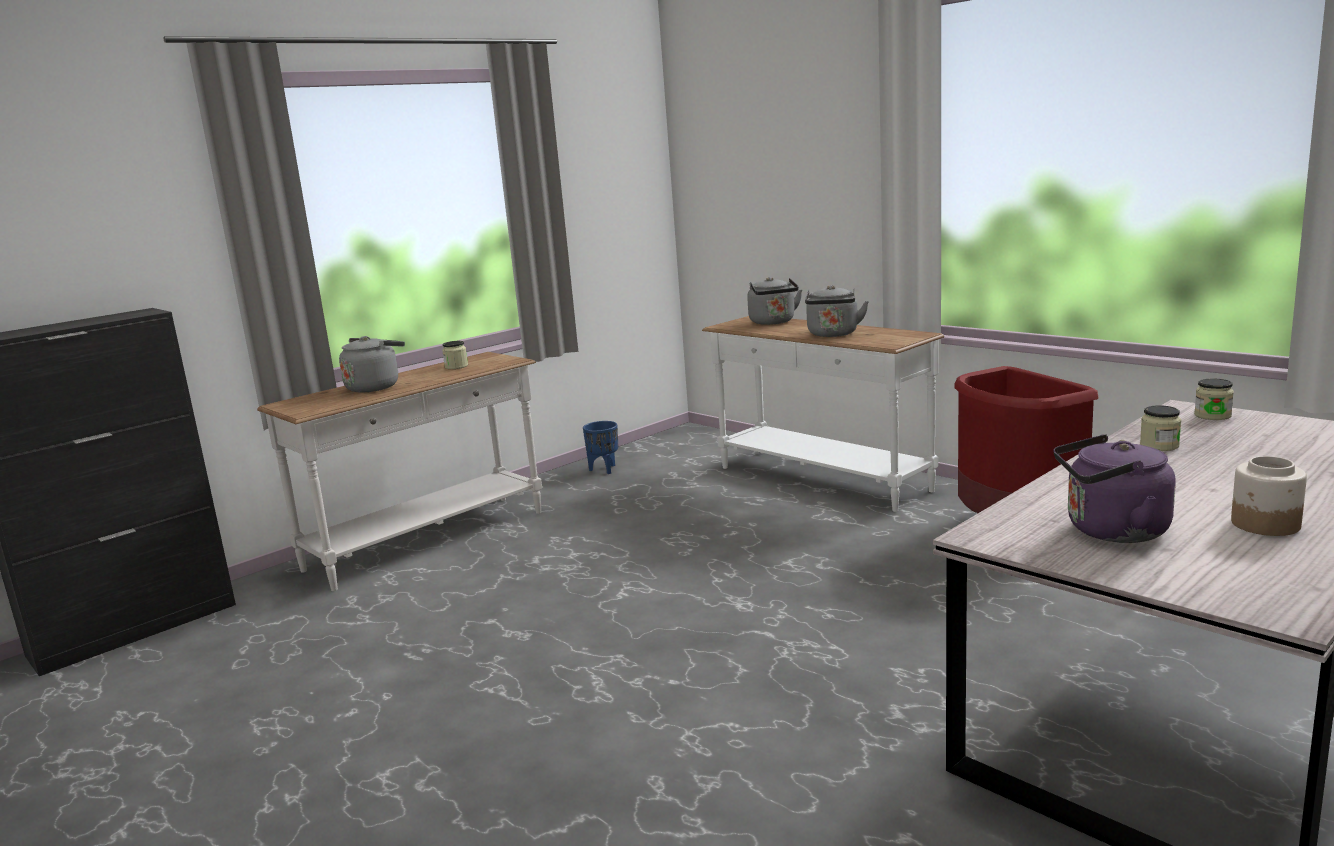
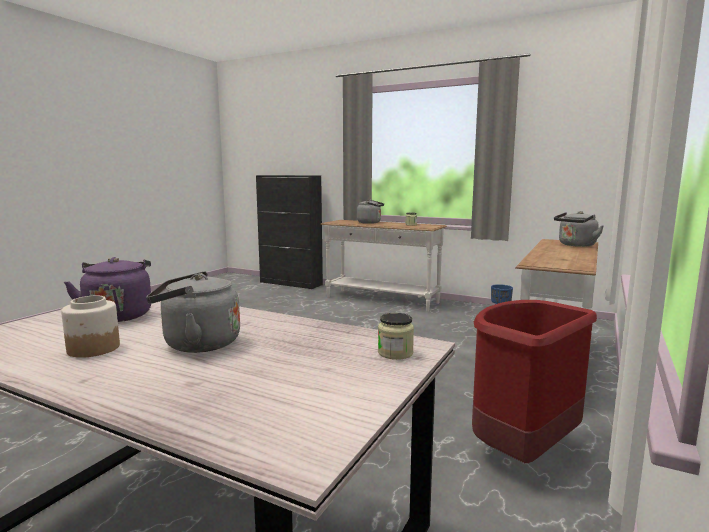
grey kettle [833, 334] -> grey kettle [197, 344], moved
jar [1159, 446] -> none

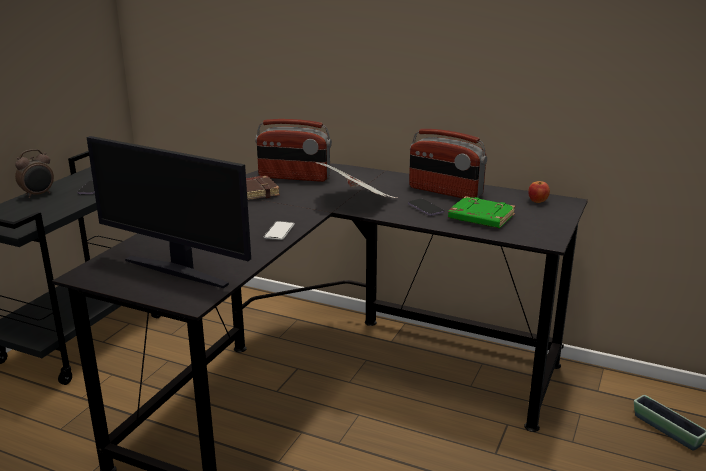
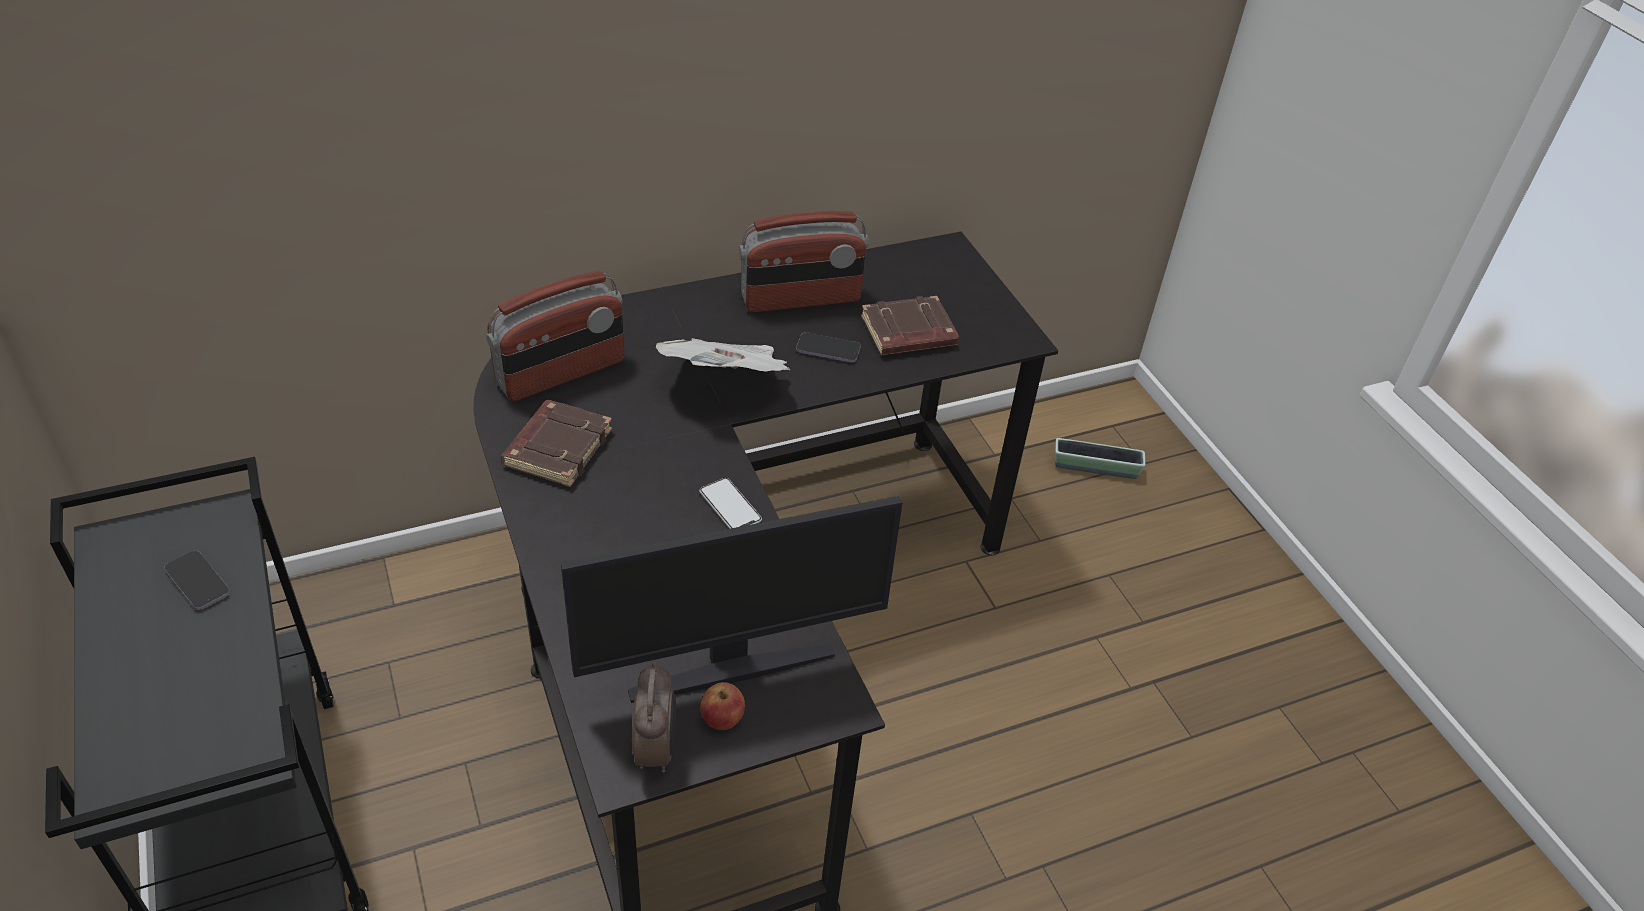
alarm clock [38, 195] -> alarm clock [656, 750], moved
apple [538, 201] -> apple [722, 719], moved
green book [480, 218] -> brown book [908, 333]

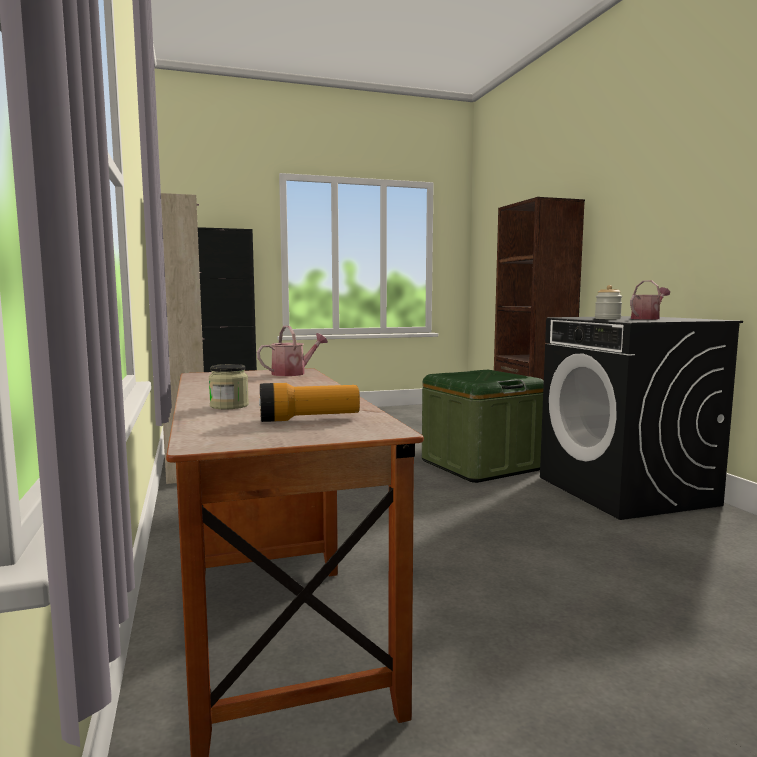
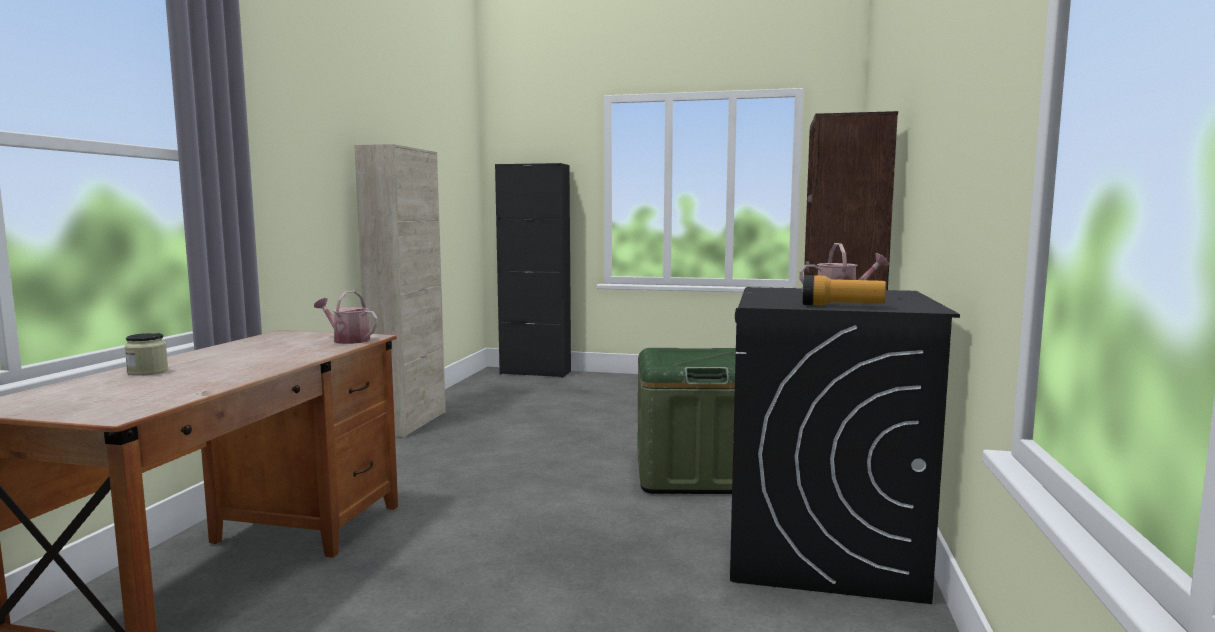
watering can [293, 373] -> watering can [348, 340], 150 degrees counterclockwise
flashlight [309, 419] -> flashlight [842, 306], moved
jar [607, 319] -> none

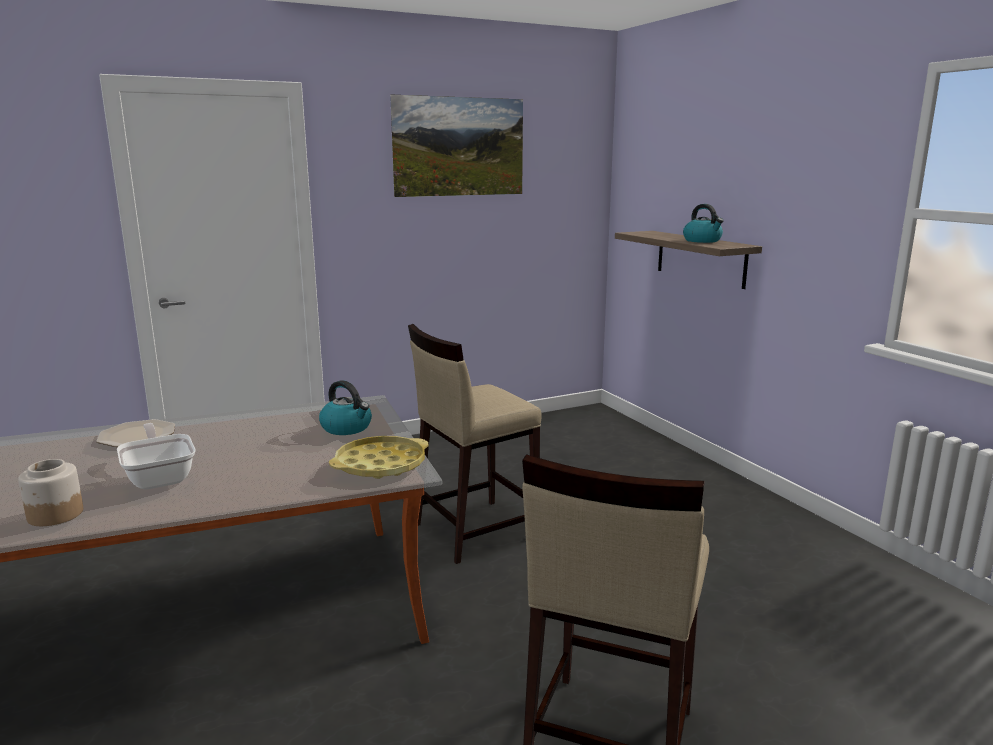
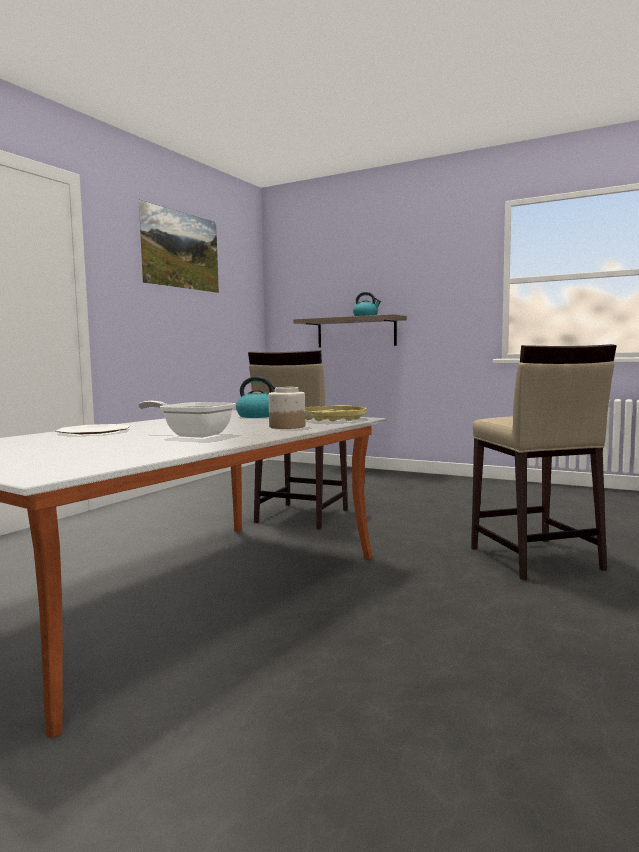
jar [55, 514] -> jar [286, 427], moved

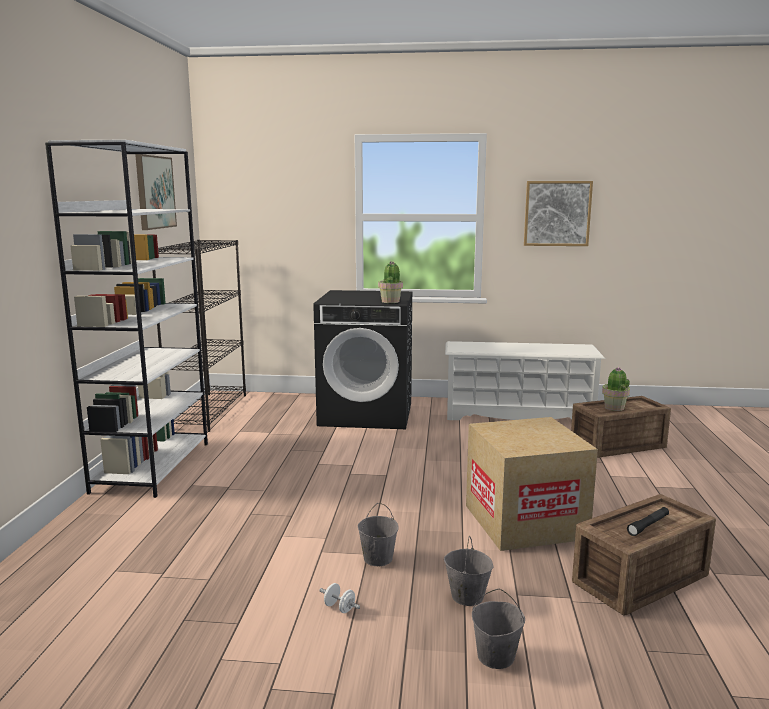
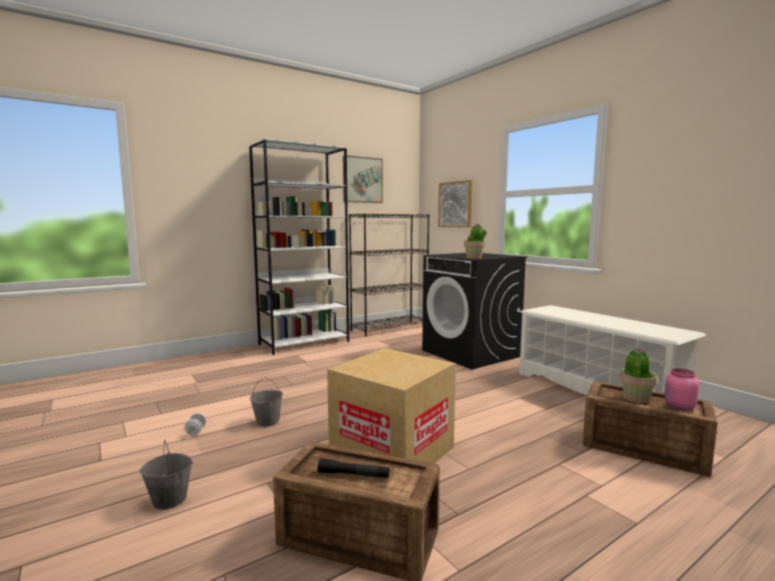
picture [557, 213] -> picture [455, 204], moved
none -> pink jar [678, 407]
grey bucket [466, 596] -> none

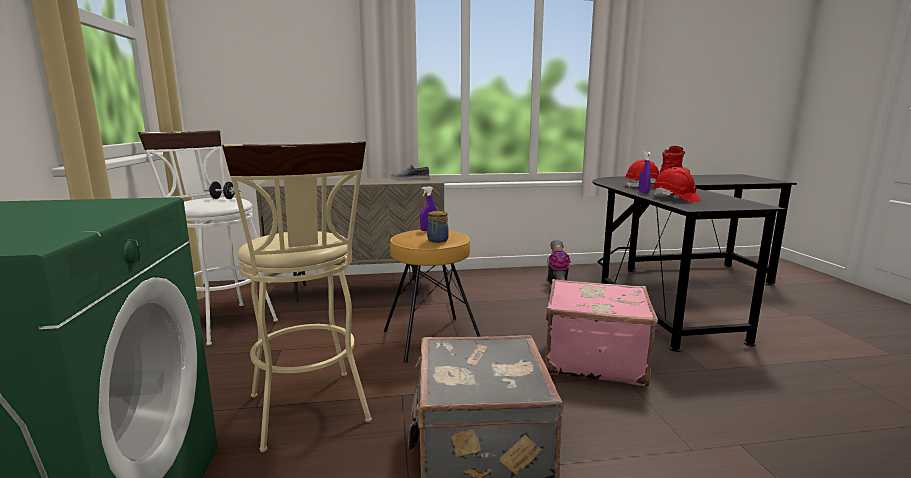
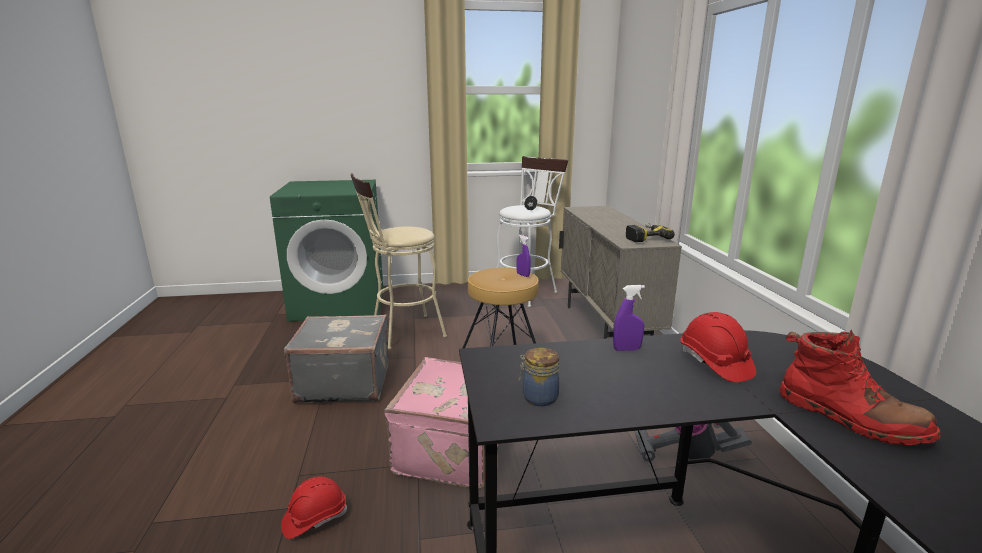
red hard hat [675, 198] -> red hard hat [314, 518], moved
jar [437, 240] -> jar [538, 397], moved
grey shoe [410, 178] -> power drill [644, 237]

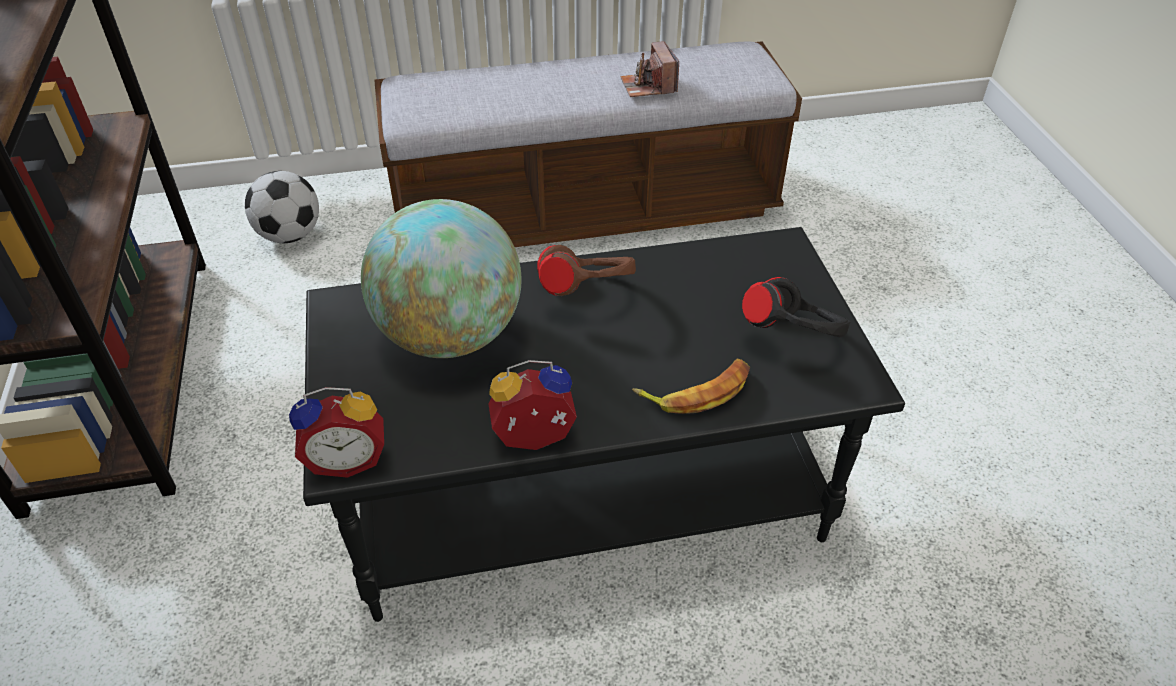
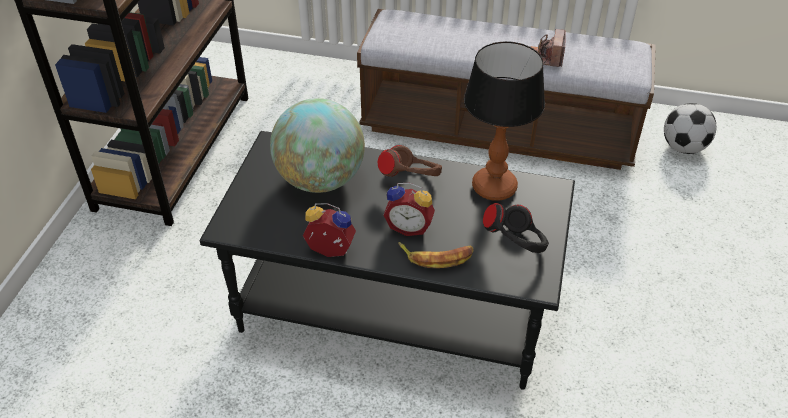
alarm clock [347, 459] -> alarm clock [409, 227], moved
none -> table lamp [494, 186]
football [290, 235] -> football [683, 147], moved

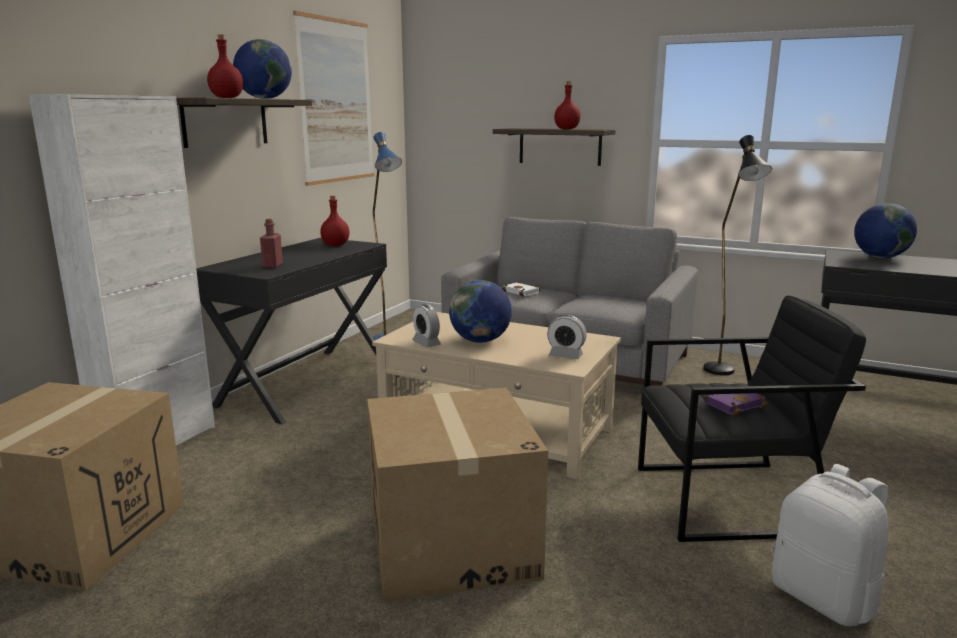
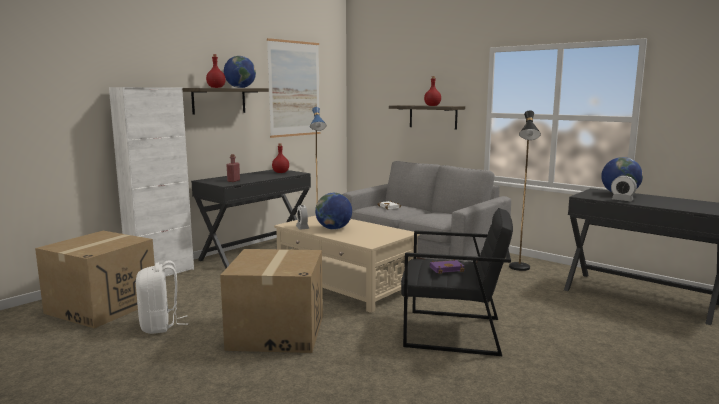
white backpack [824, 598] -> white backpack [160, 325], moved
alarm clock [566, 355] -> alarm clock [622, 200], moved

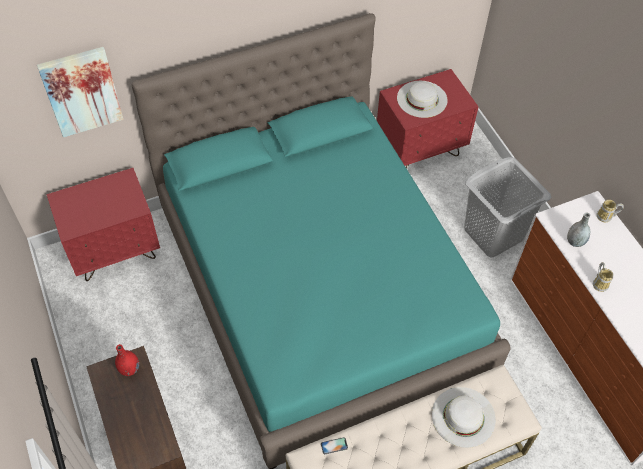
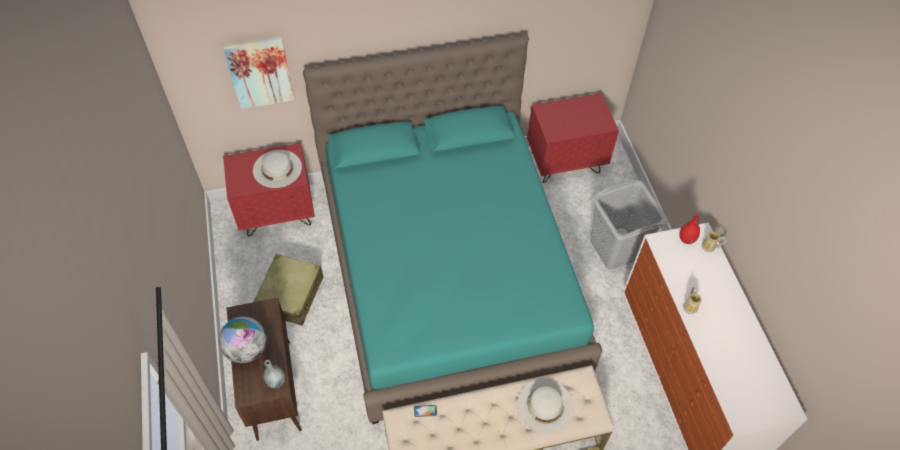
none -> globe [247, 349]
white hat [422, 99] -> white hat [277, 168], moved
none -> beige suitcase [291, 295]
grey vase [575, 242] -> grey vase [276, 382], moved
red vase [129, 369] -> red vase [686, 239], moved

